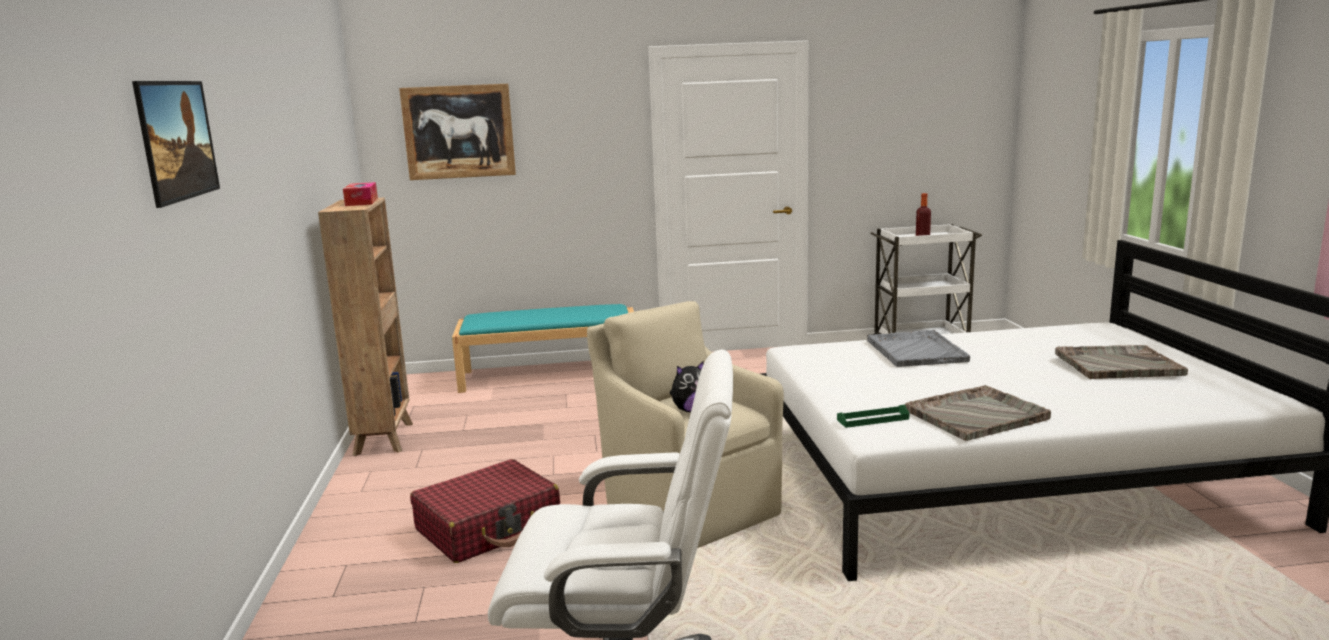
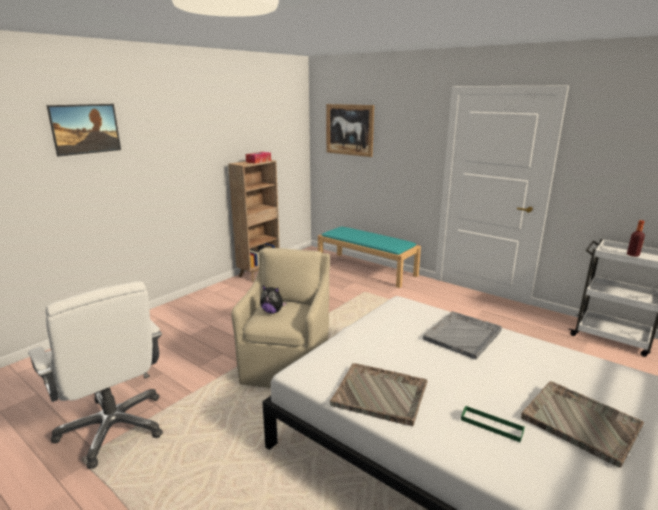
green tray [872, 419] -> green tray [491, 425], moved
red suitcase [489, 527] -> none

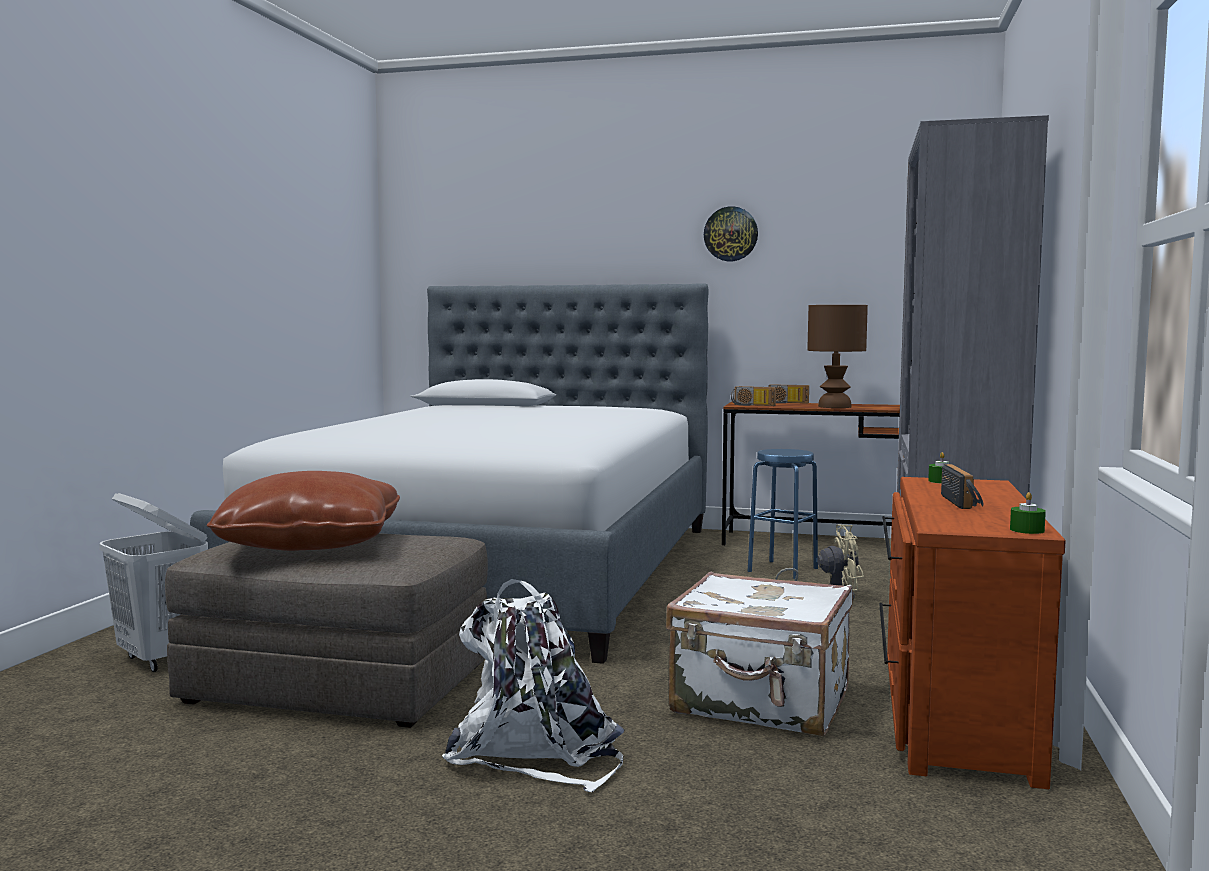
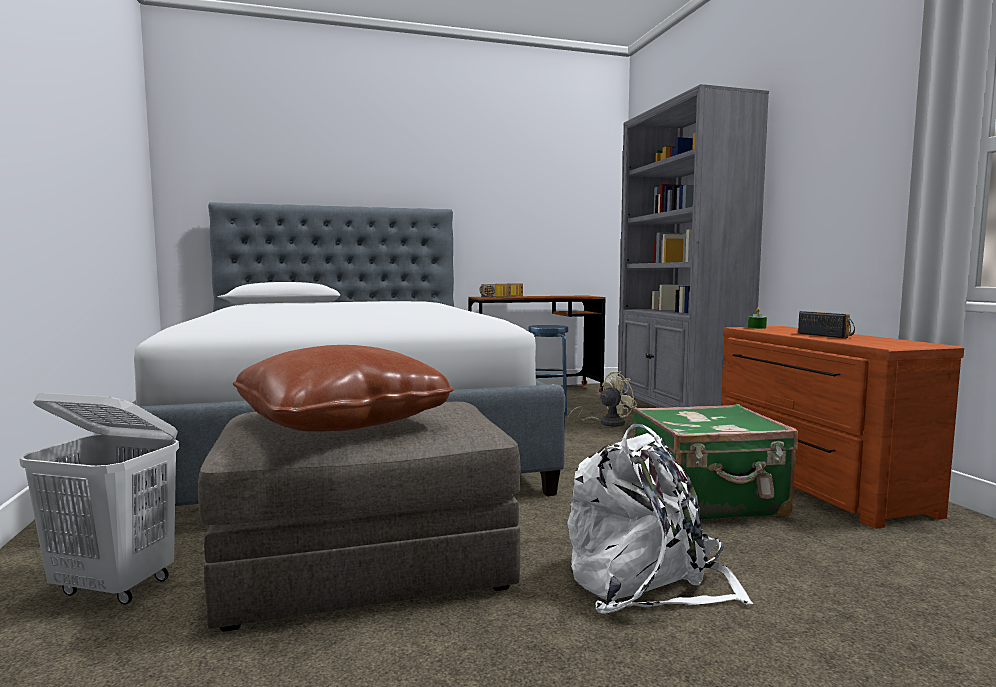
white suitcase [761, 704] -> green suitcase [708, 501]
wall clock [730, 234] -> none
brown table lamp [835, 406] -> none
green candle [1027, 530] -> none

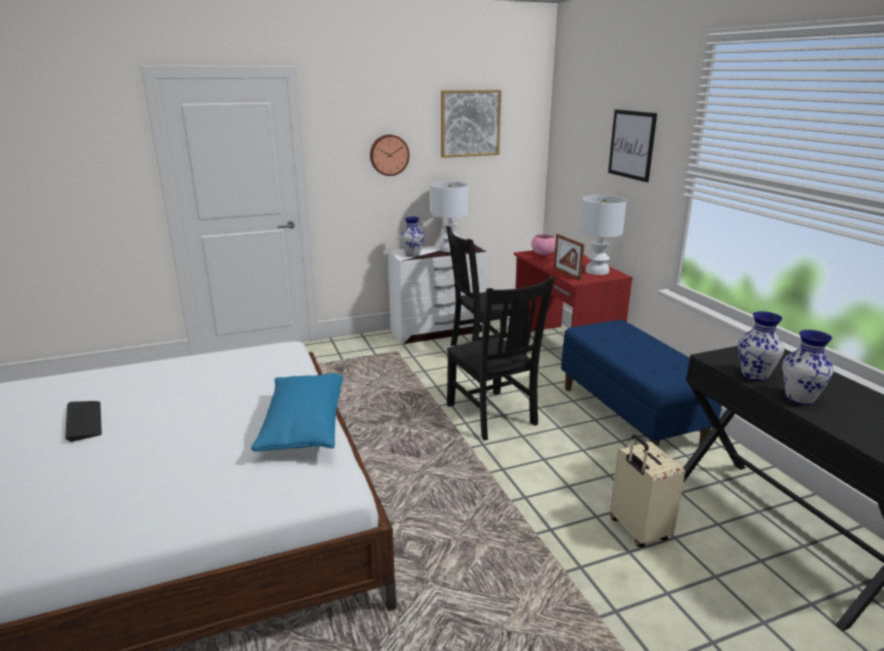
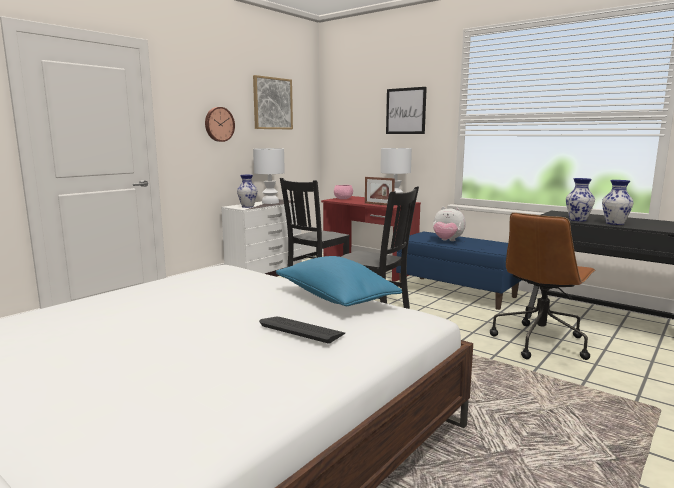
keyboard [84, 421] -> keyboard [302, 330], moved
none -> plush toy [447, 241]
beige suitcase [637, 530] -> brown office chair [540, 342]

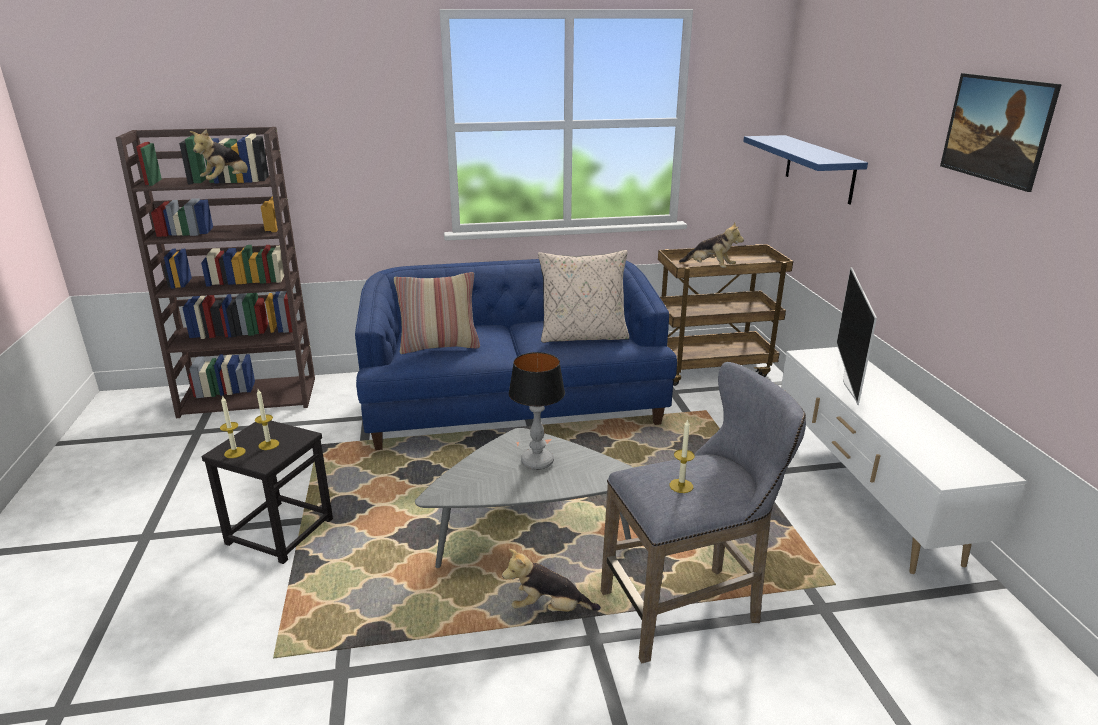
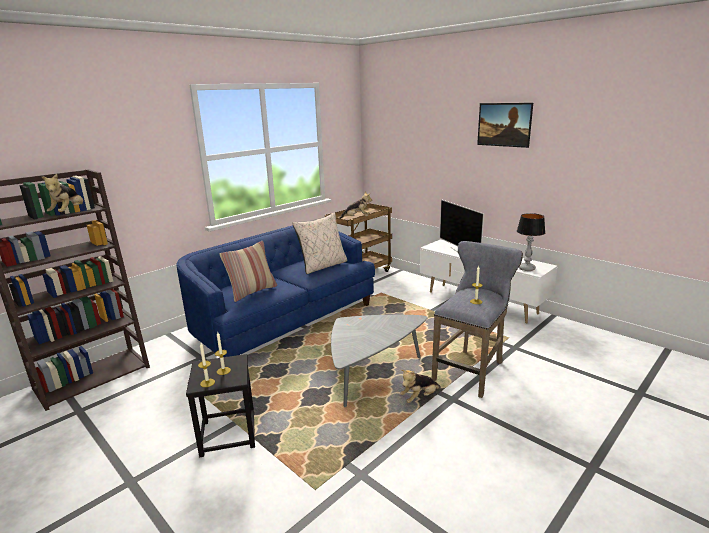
table lamp [536, 462] -> table lamp [526, 268], moved
blue shelf [819, 168] -> none

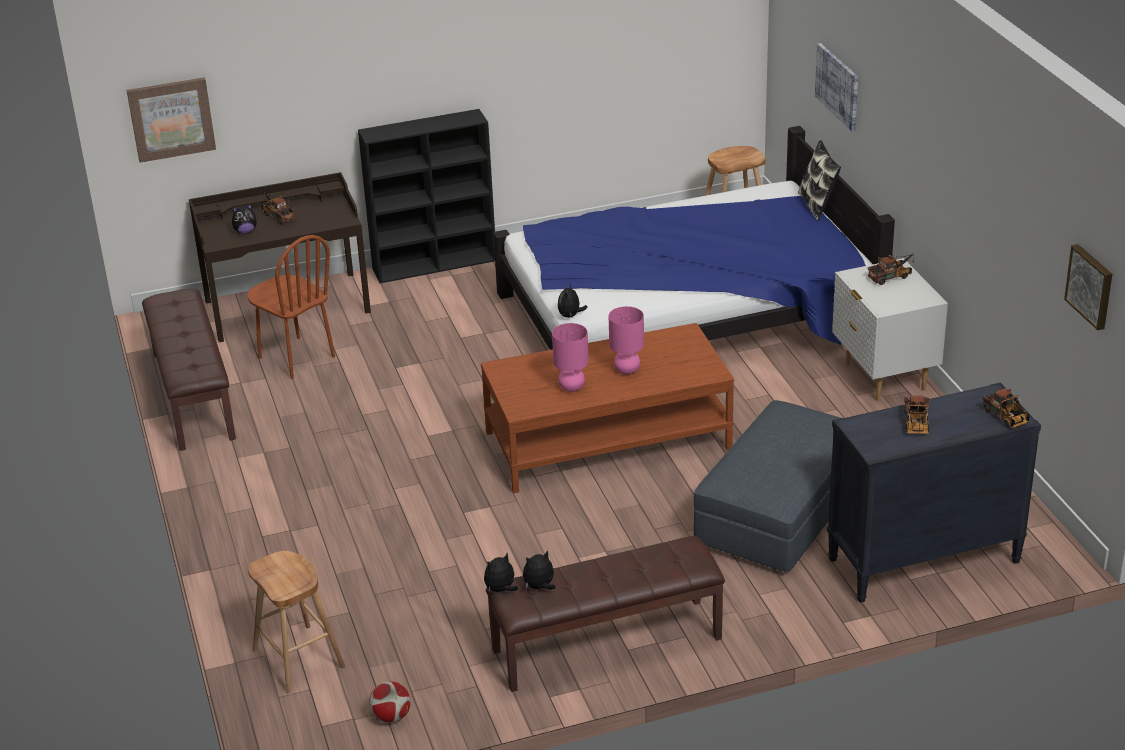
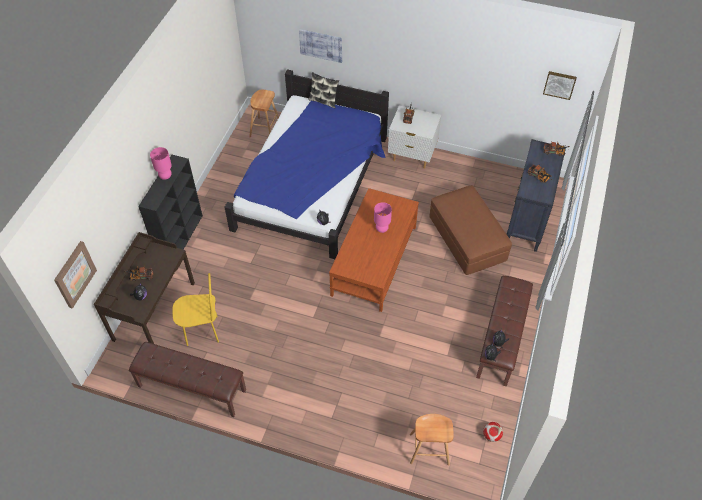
pink table lamp [572, 387] -> pink table lamp [165, 176], moved
brown chair [296, 357] -> yellow chair [202, 331]
grey ottoman [779, 513] -> brown ottoman [467, 239]

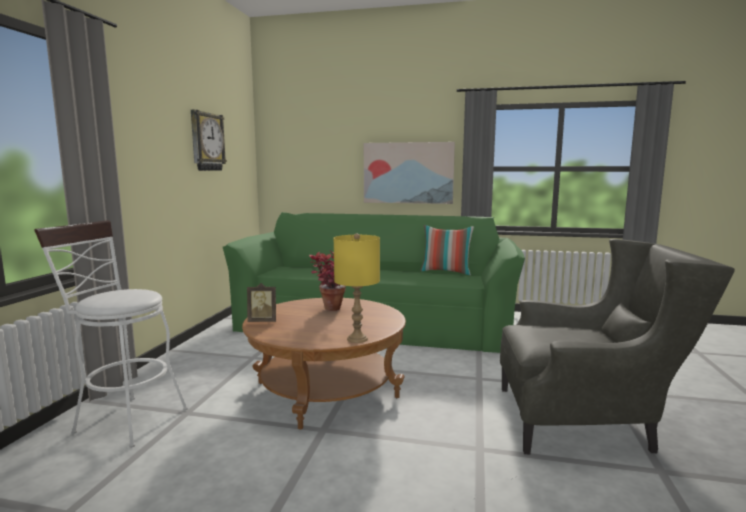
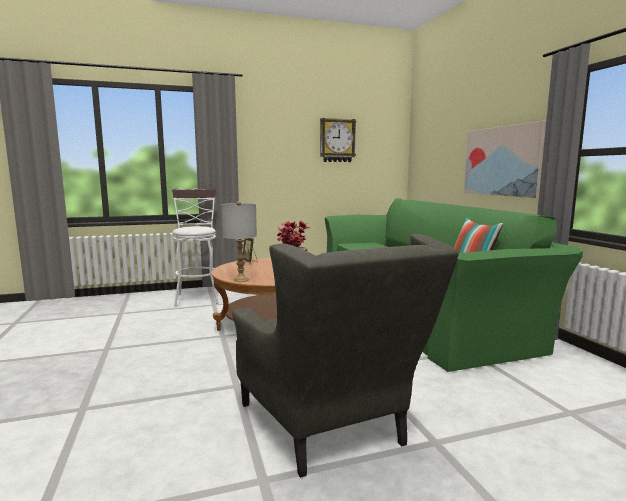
yellow table lamp [357, 339] -> grey table lamp [241, 280]

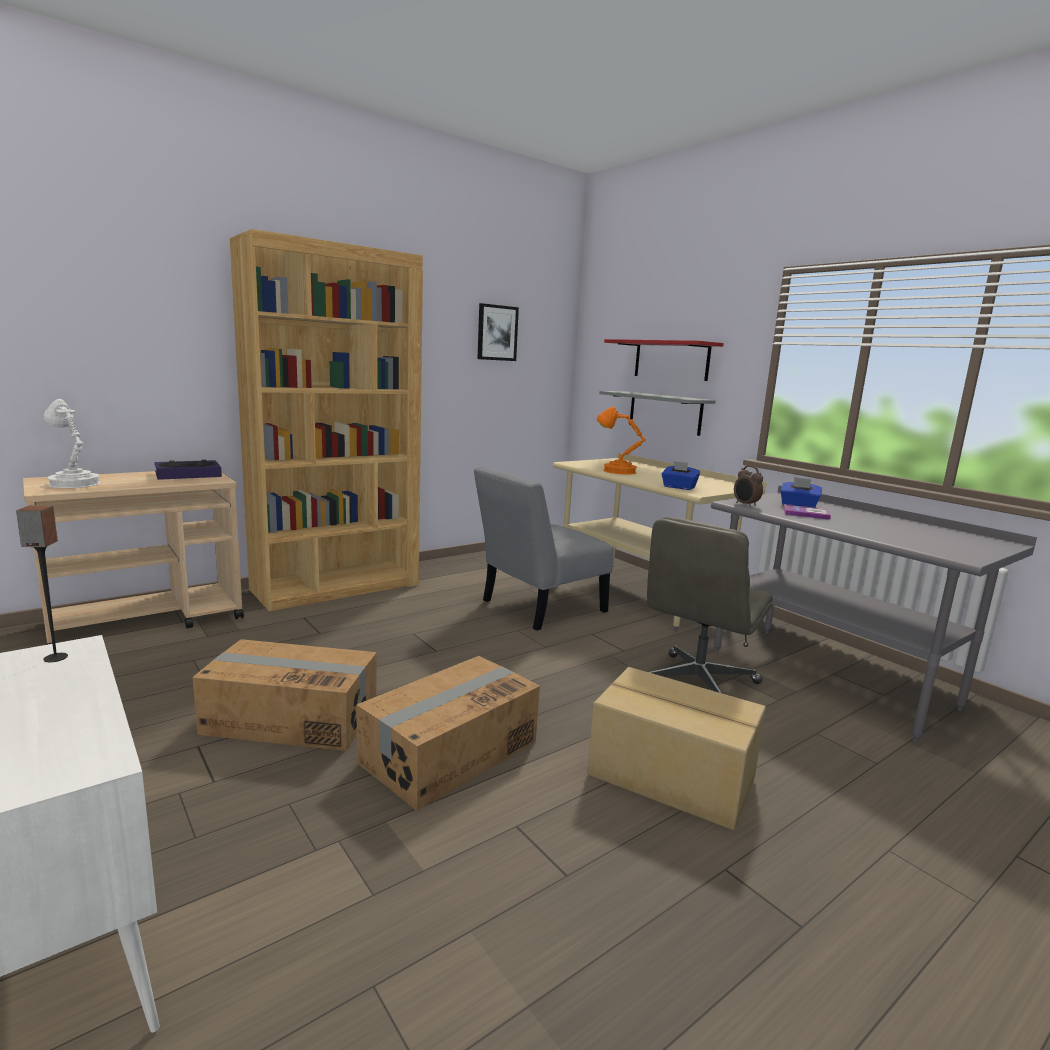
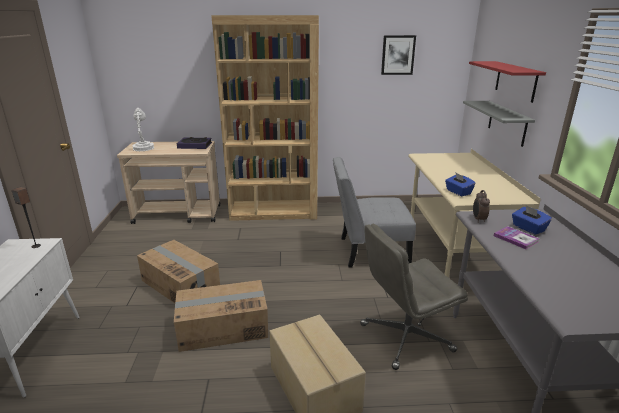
orange table lamp [616, 471] -> none

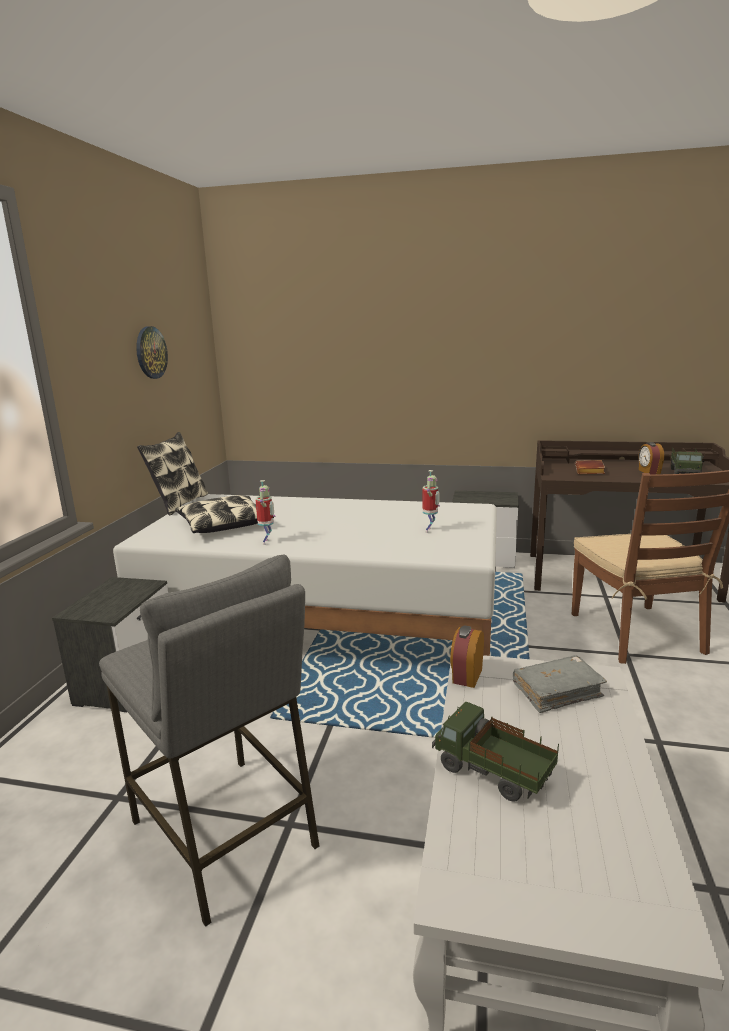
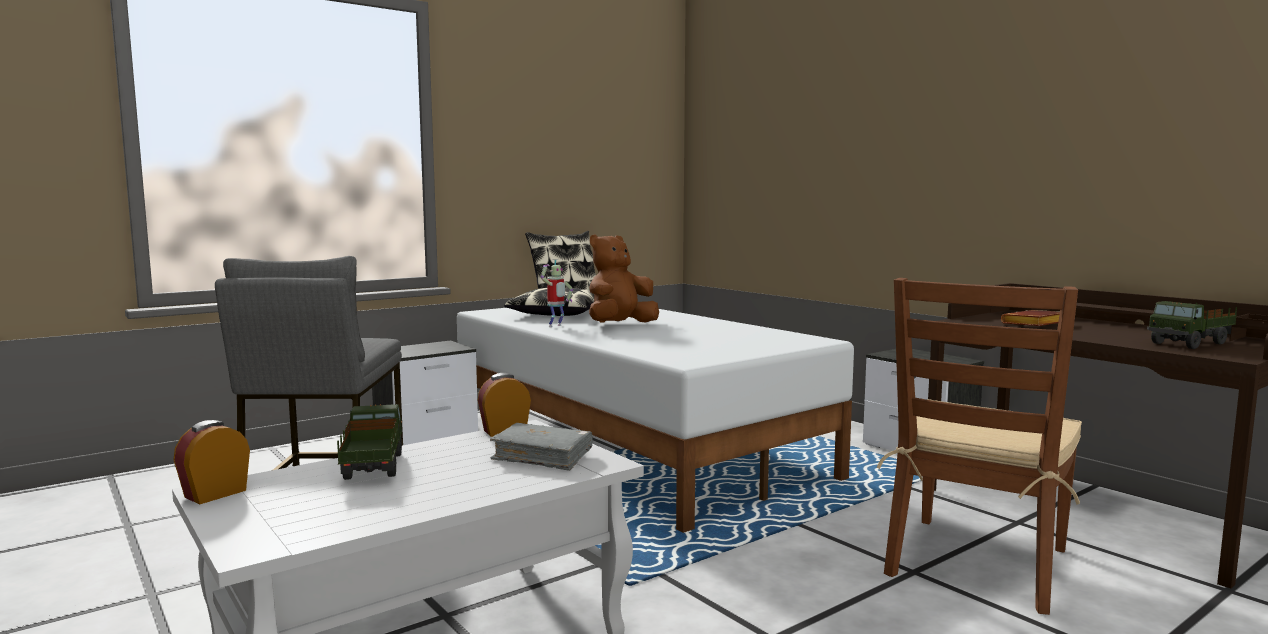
alarm clock [648, 472] -> alarm clock [214, 493], moved
none -> brown plush toy [620, 325]
wall clock [150, 352] -> none
toy robot [430, 530] -> none

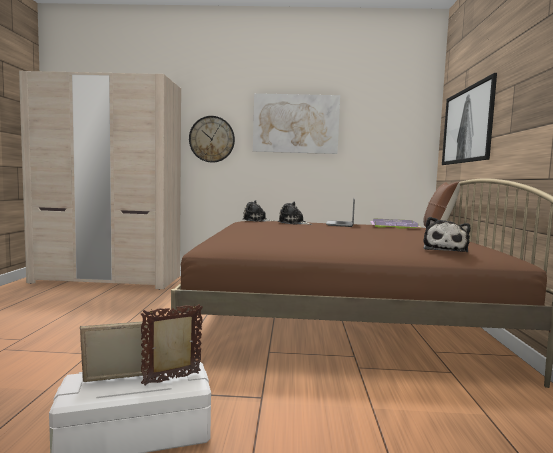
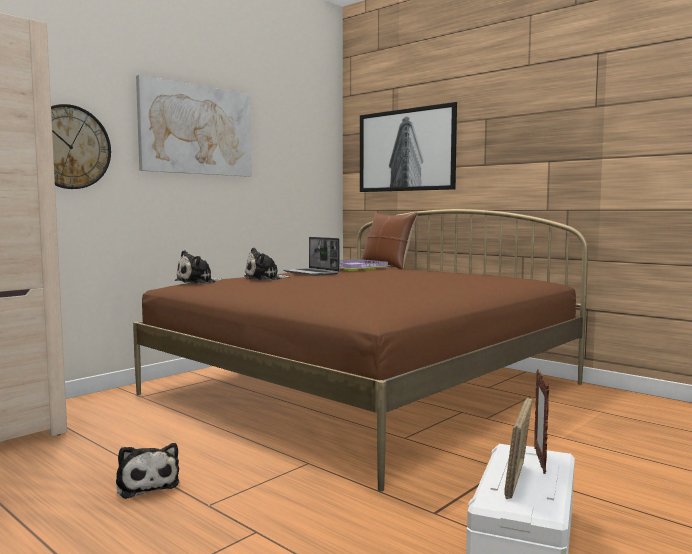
plush toy [445, 249] -> plush toy [147, 484], moved

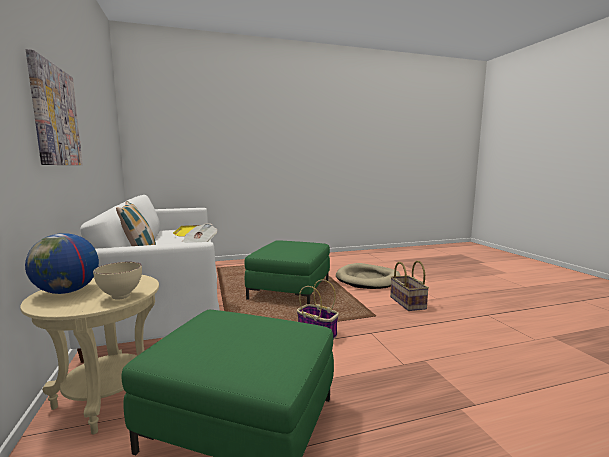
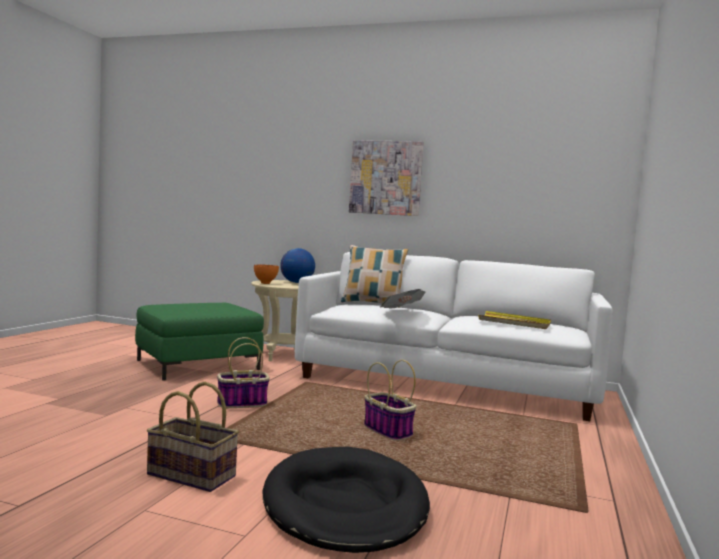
beige bowl [119, 297] -> orange bowl [265, 283]
beige dog bed [368, 279] -> black dog bed [345, 505]
green ottoman [290, 290] -> basket [388, 431]

